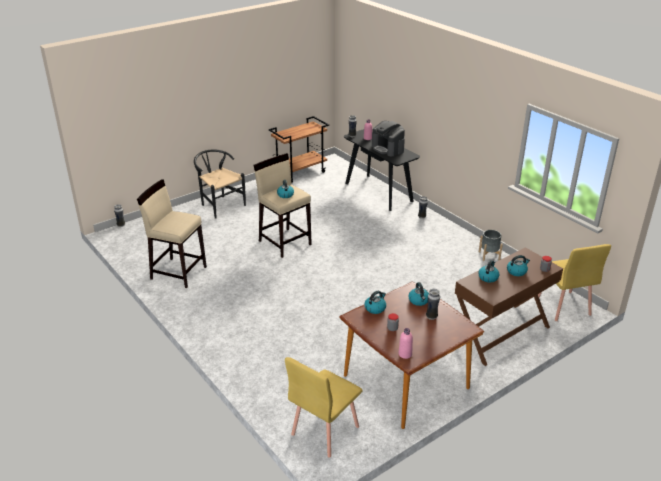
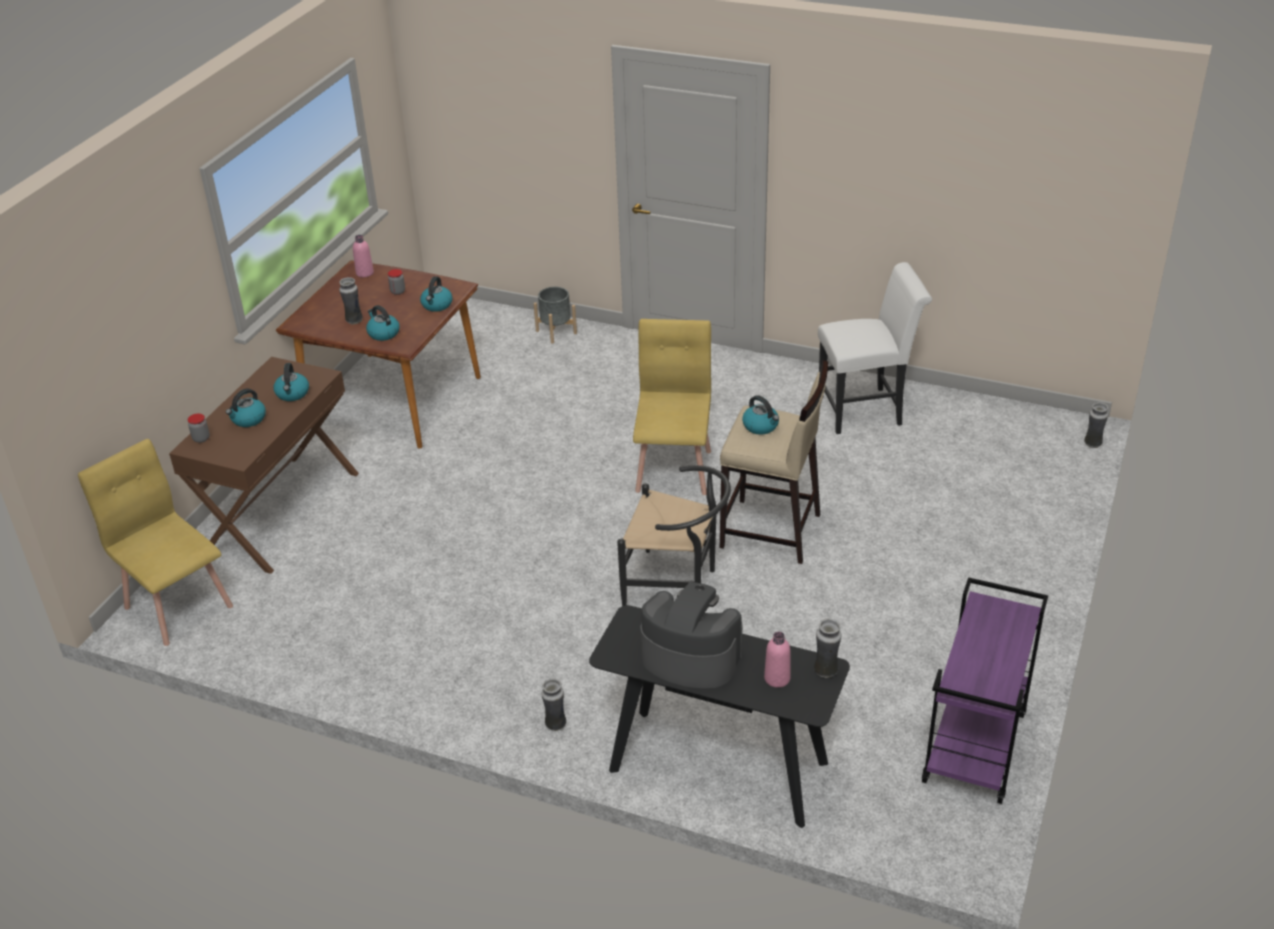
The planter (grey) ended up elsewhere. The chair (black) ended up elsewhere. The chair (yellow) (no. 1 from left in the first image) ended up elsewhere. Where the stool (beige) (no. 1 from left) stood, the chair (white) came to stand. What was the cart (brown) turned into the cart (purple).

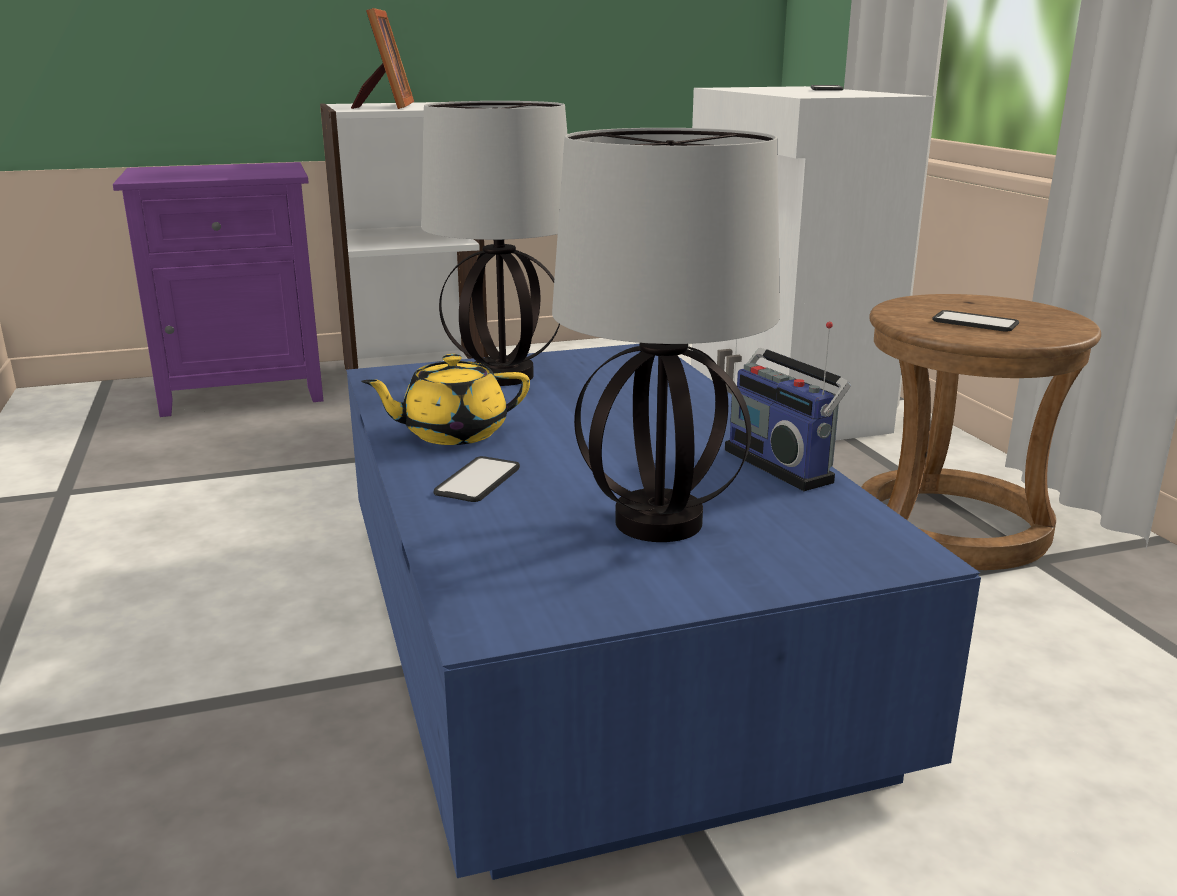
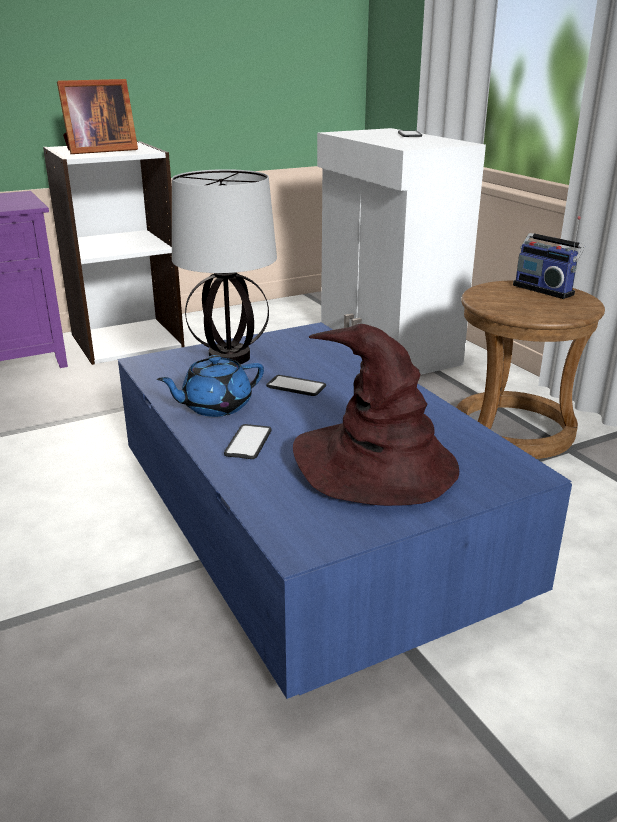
The picture frame ended up facing another way, 75 degrees clockwise from before. What was the teapot (yellow) turned into the teapot (blue). The phone (no. 3 from left in the first image) ended up elsewhere. Where the table lamp (no. 2 from left) stood, the hat (brown) came to stand. The radio ended up elsewhere.

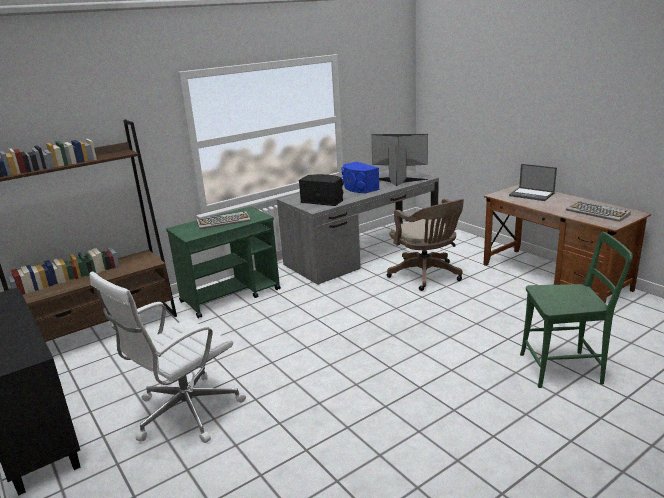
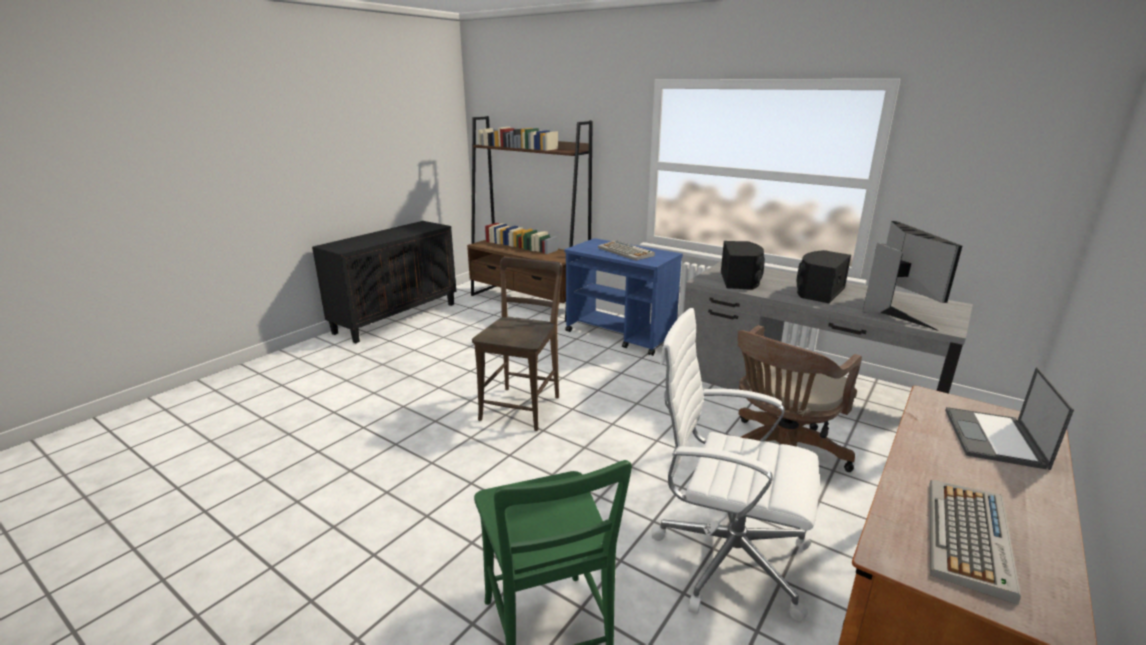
The second view gained the chair (brown). What was the cart (green) turned into the cart (blue). The office chair (white) ended up elsewhere. What was the speaker (blue) turned into the speaker (black) (no. 2 from left).

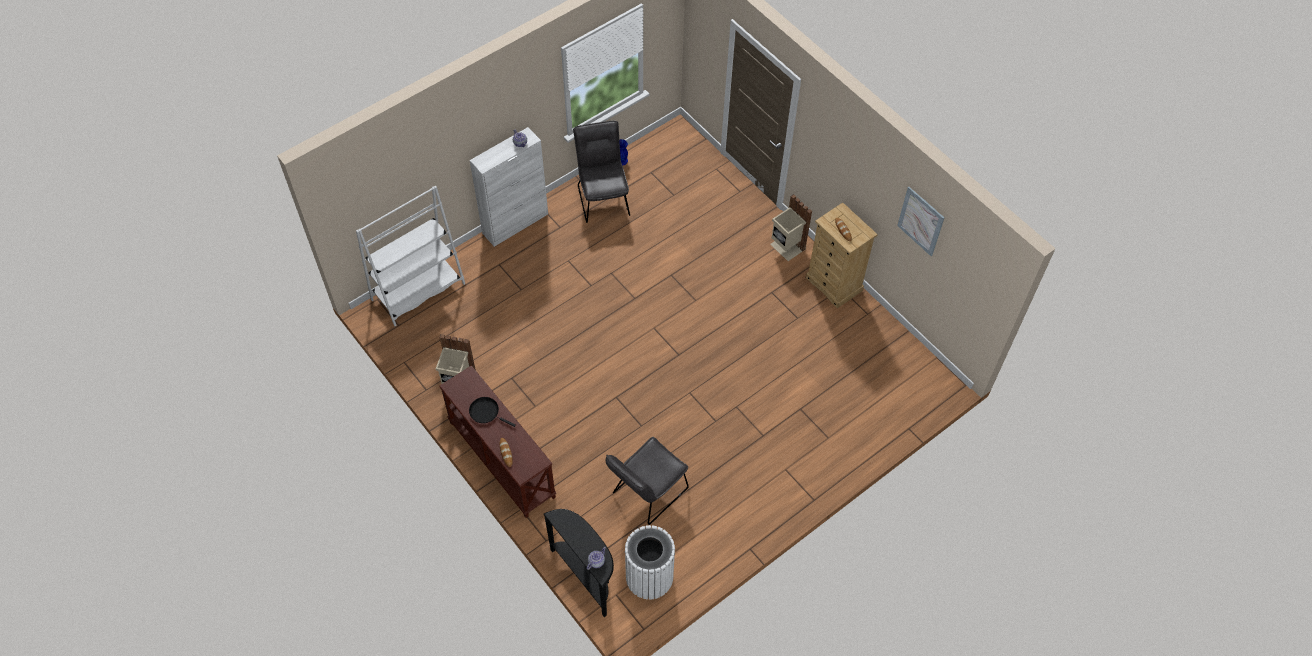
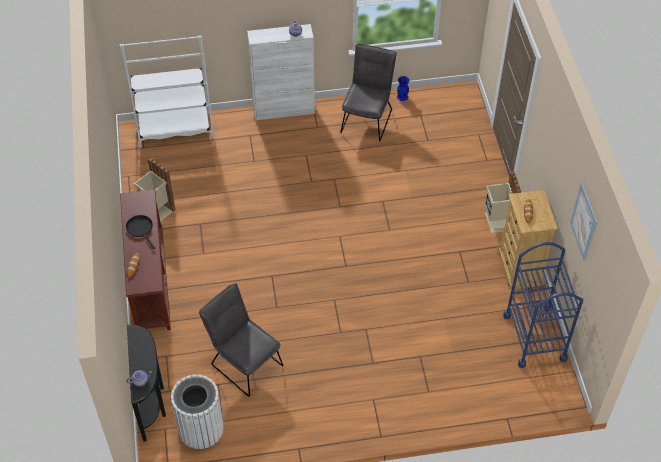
The chair (grey) (no. 2 from left in the first image) ended up facing another way, 60 degrees clockwise from before. The second view gained the cart (blue).

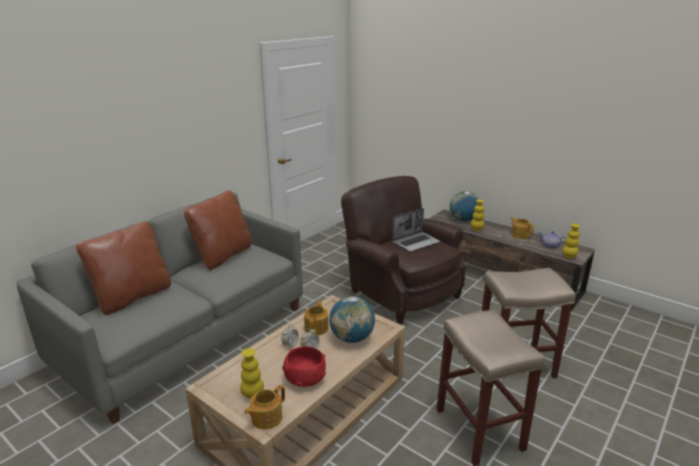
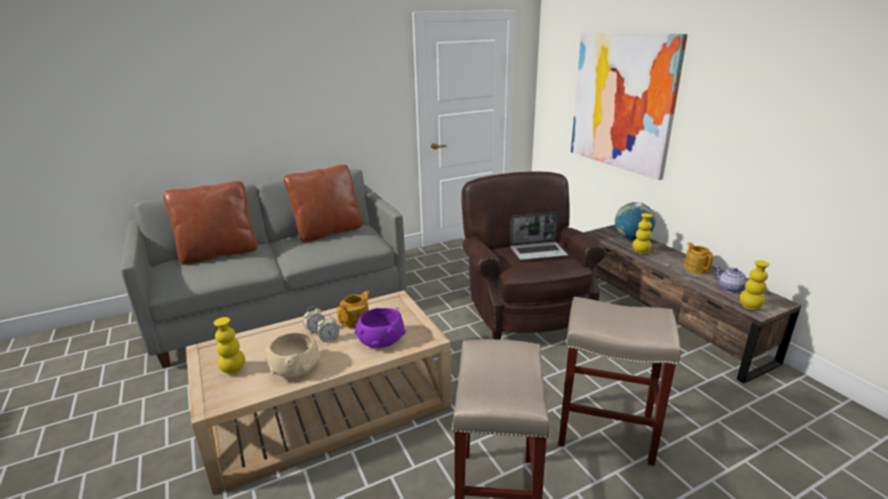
What was the bowl (red) turned into the bowl (beige). Where the globe (no. 1 from left) stood, the bowl (purple) came to stand. The second view gained the picture. The second view lost the teapot (no. 1 from left).

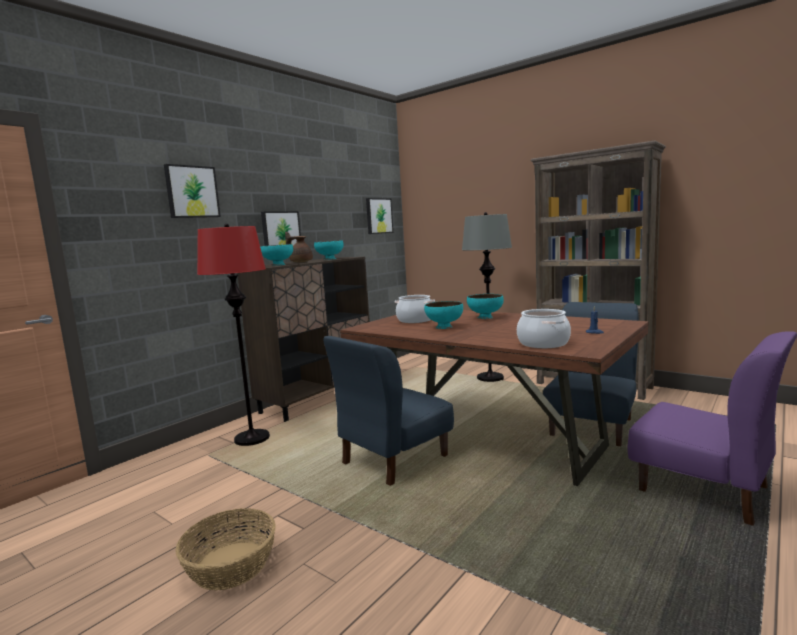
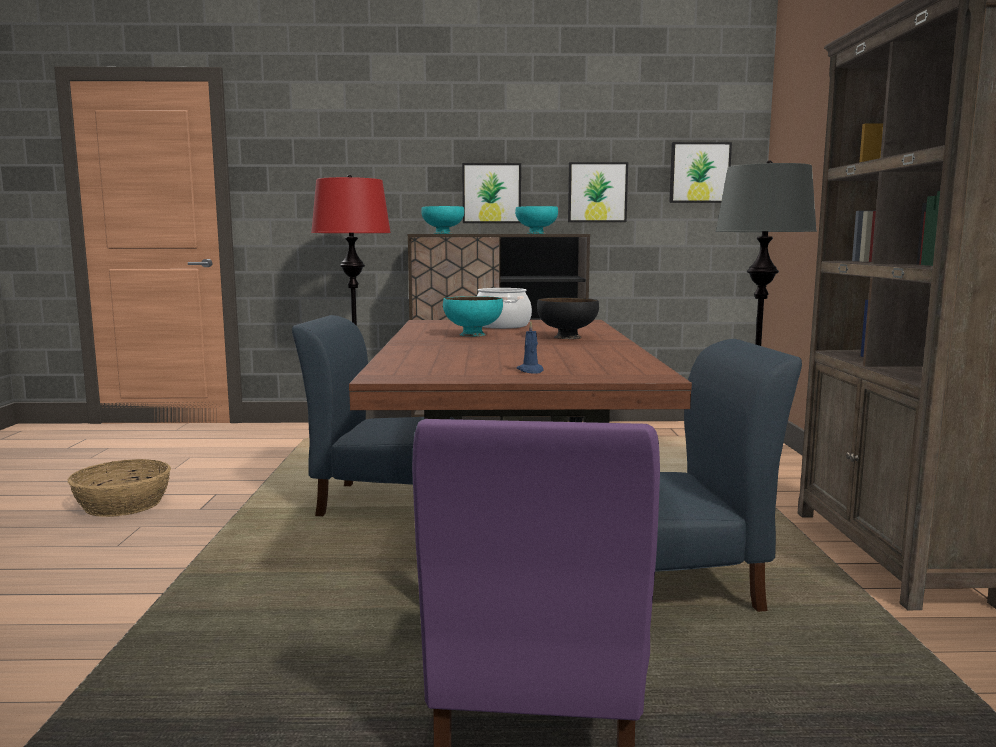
What was the bowl (turquoise) (no. 4 from left) turned into the bowl (black). The picture (no. 1 from left in the first image) ended up elsewhere. The second view lost the teapot (brown). The second view lost the cooking pot (no. 2 from left).

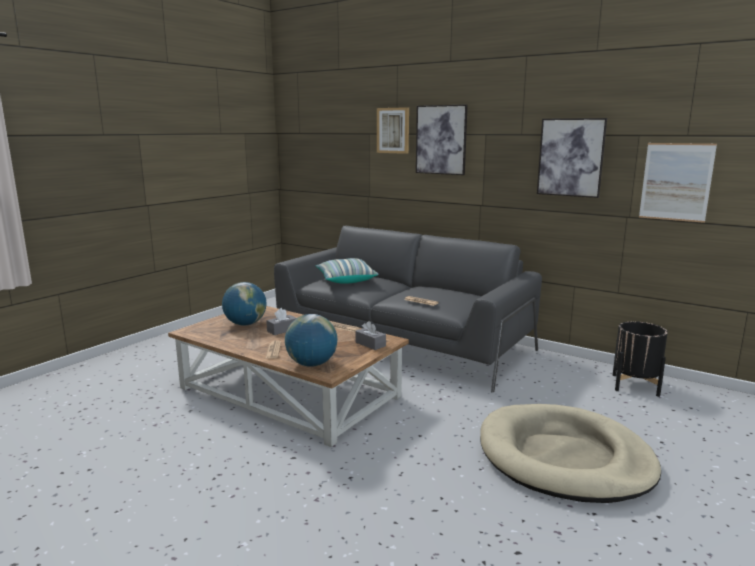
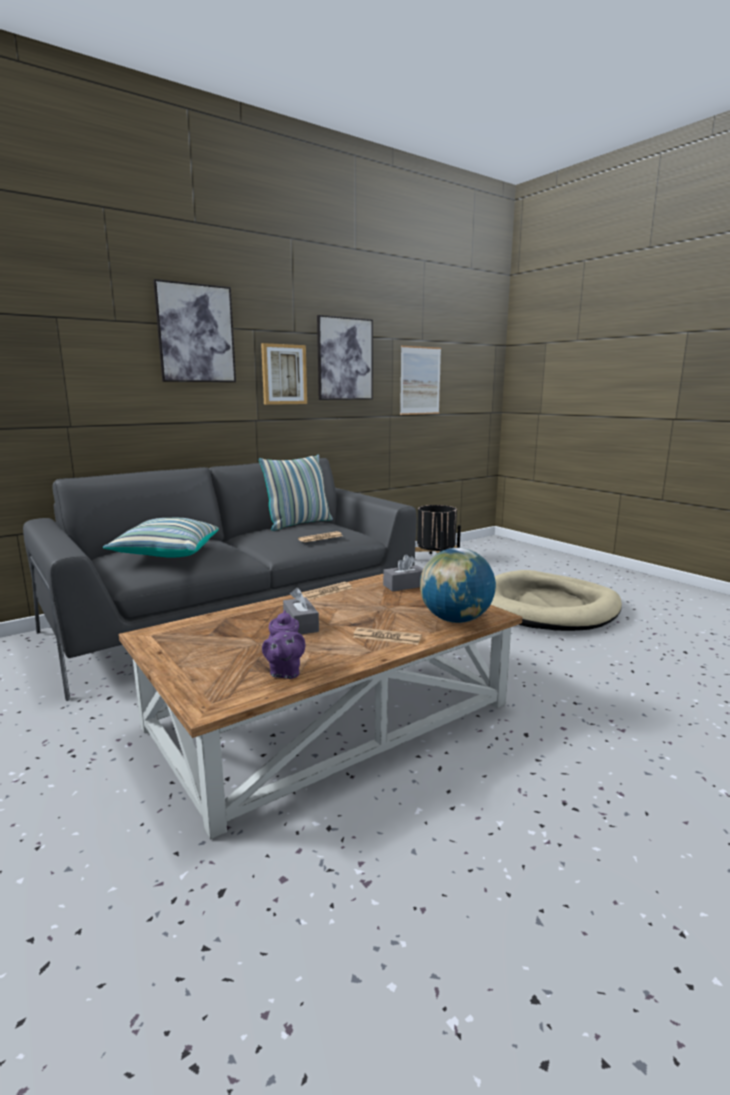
The second view gained the pillow (no. 2 from left). The picture (no. 1 from left in the first image) ended up elsewhere. The second view gained the teapot (purple). The second view lost the globe (no. 1 from left).

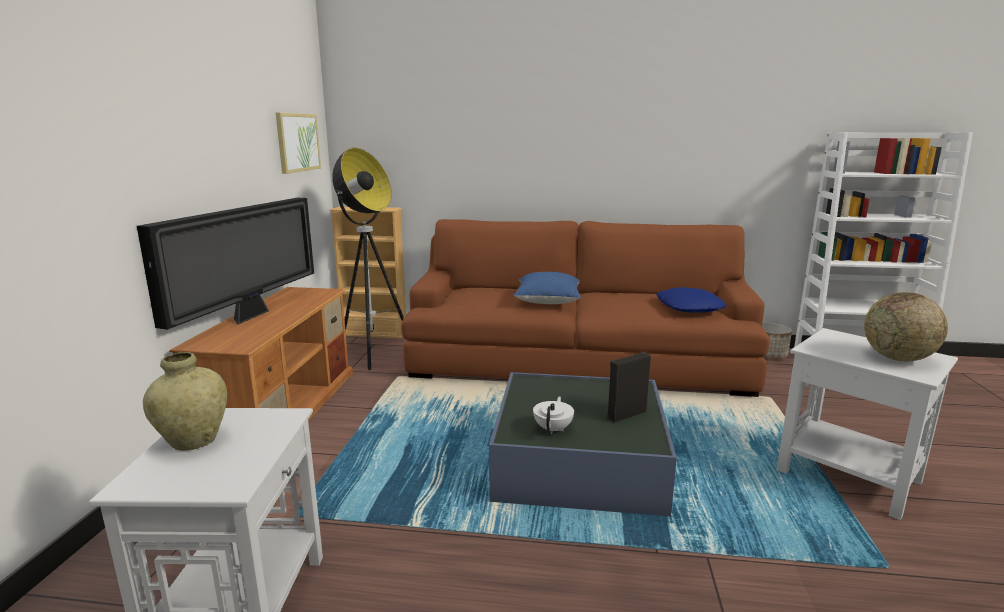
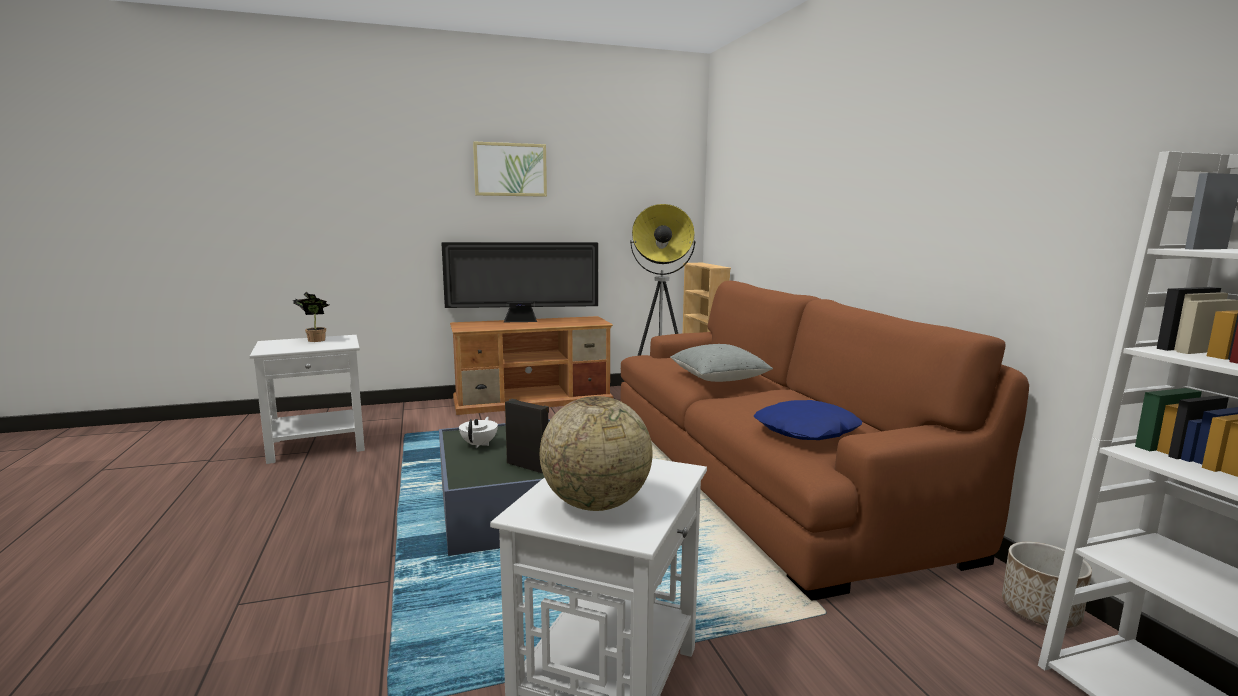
Where the vase (beige) stood, the potted plant came to stand. The teapot (white) ended up facing another way, 75 degrees counterclockwise from before. The picture ended up elsewhere. What was the pillow (blue) (no. 1 from left) turned into the pillow (grey).

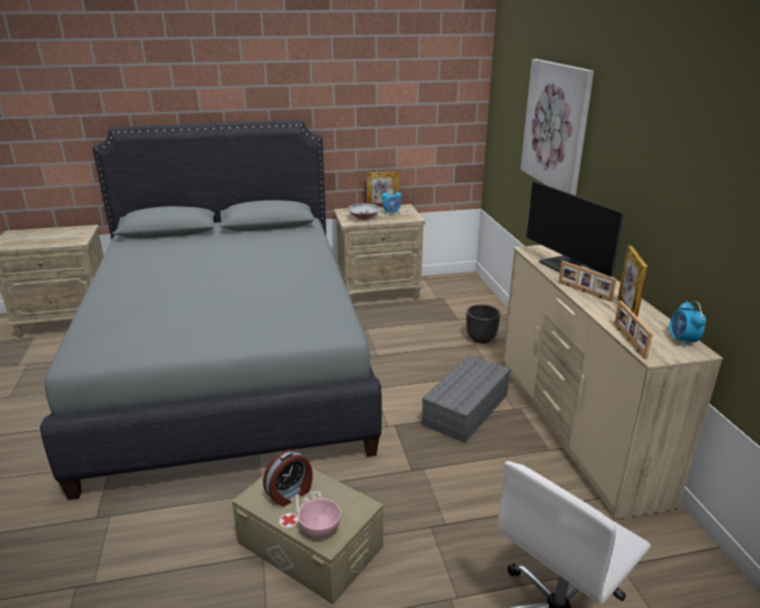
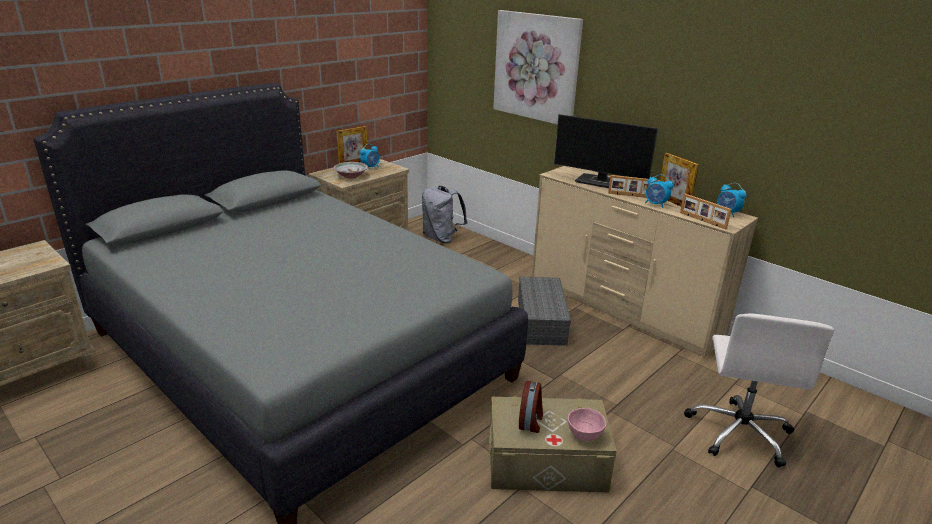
The second view gained the backpack (grey). The second view gained the alarm clock (no. 3 from left). The second view lost the planter (black).

